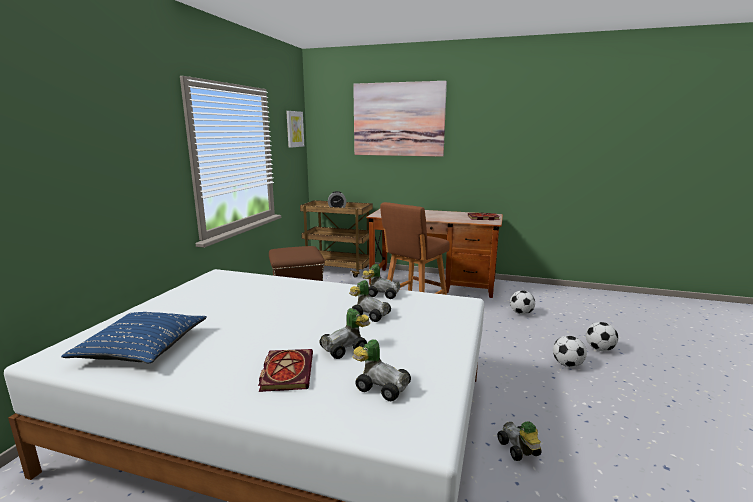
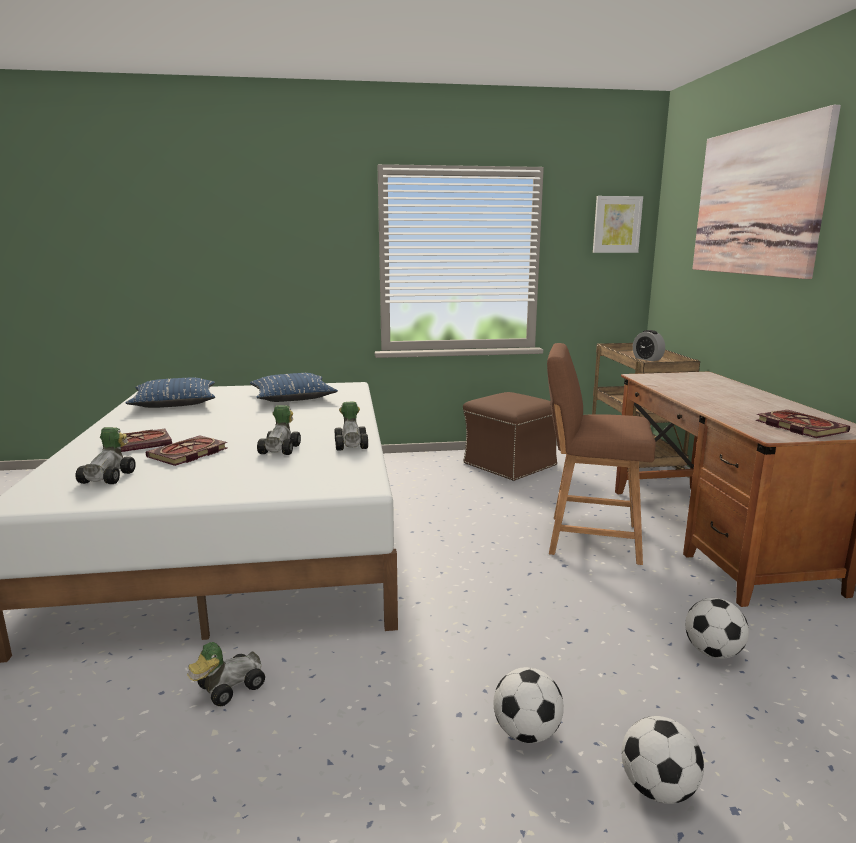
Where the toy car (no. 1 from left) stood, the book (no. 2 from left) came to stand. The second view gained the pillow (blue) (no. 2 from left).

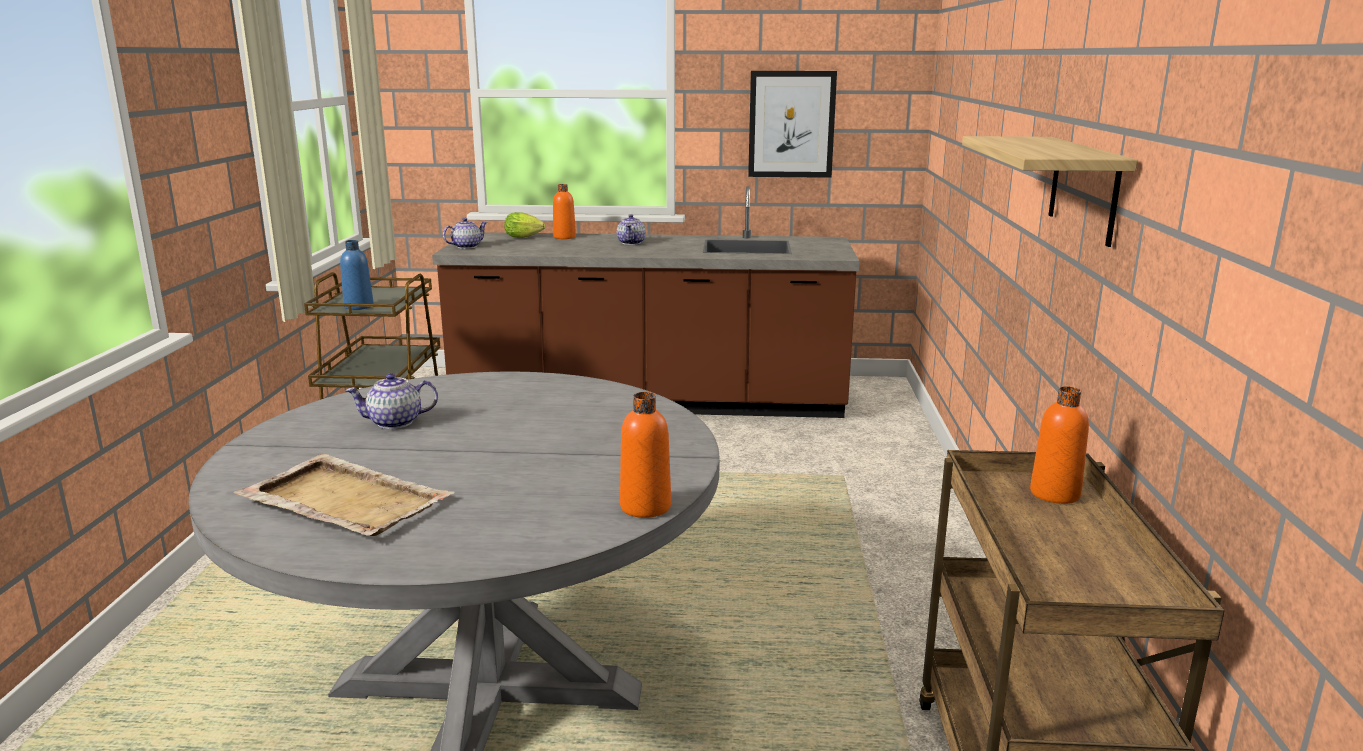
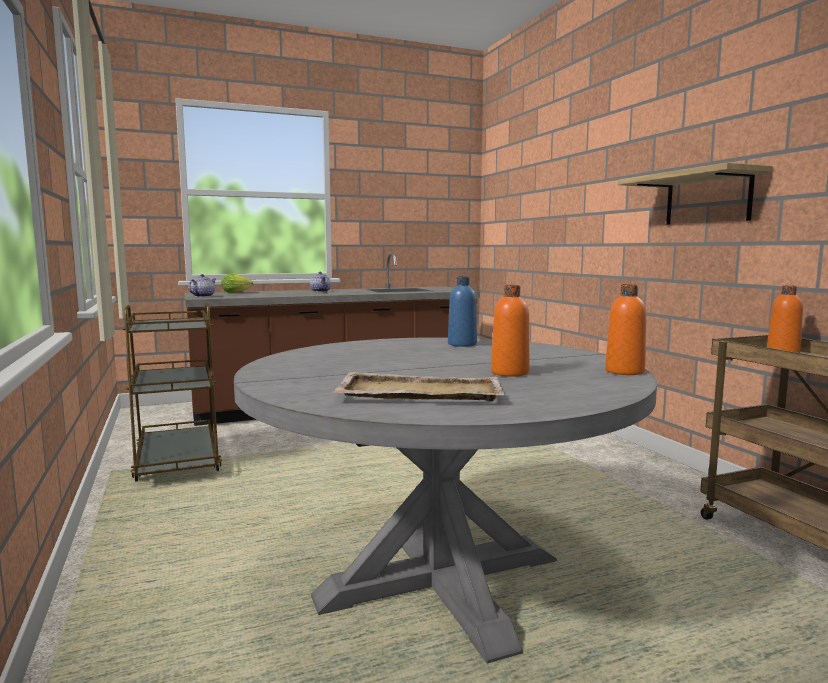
The bottle (blue) ended up elsewhere. The bottle (orange) (no. 1 from left) ended up elsewhere. The second view lost the teapot (no. 1 from left). The second view lost the picture.

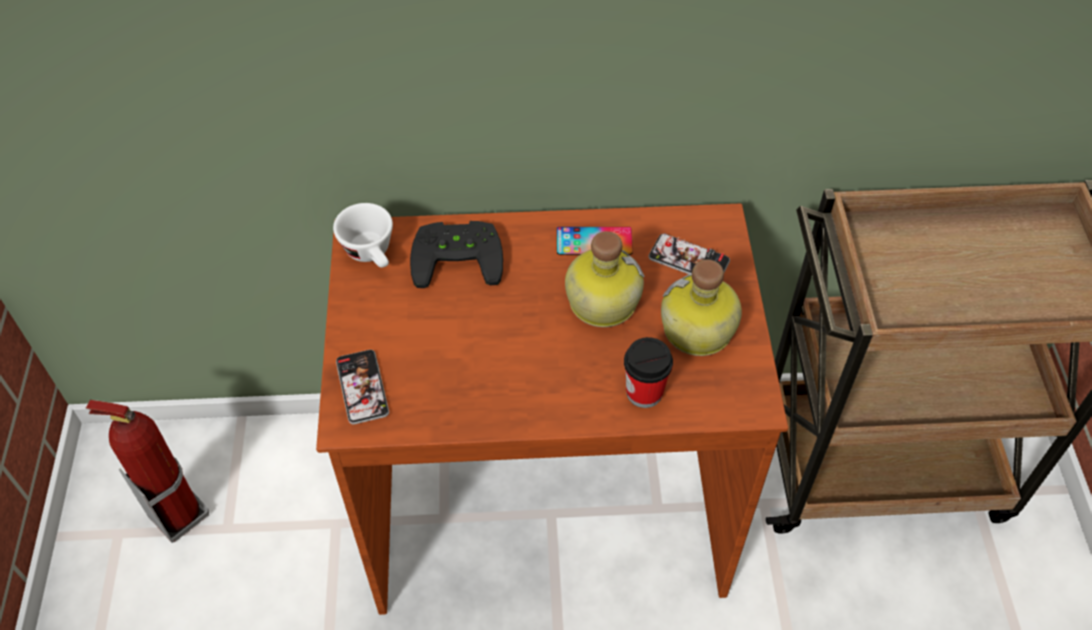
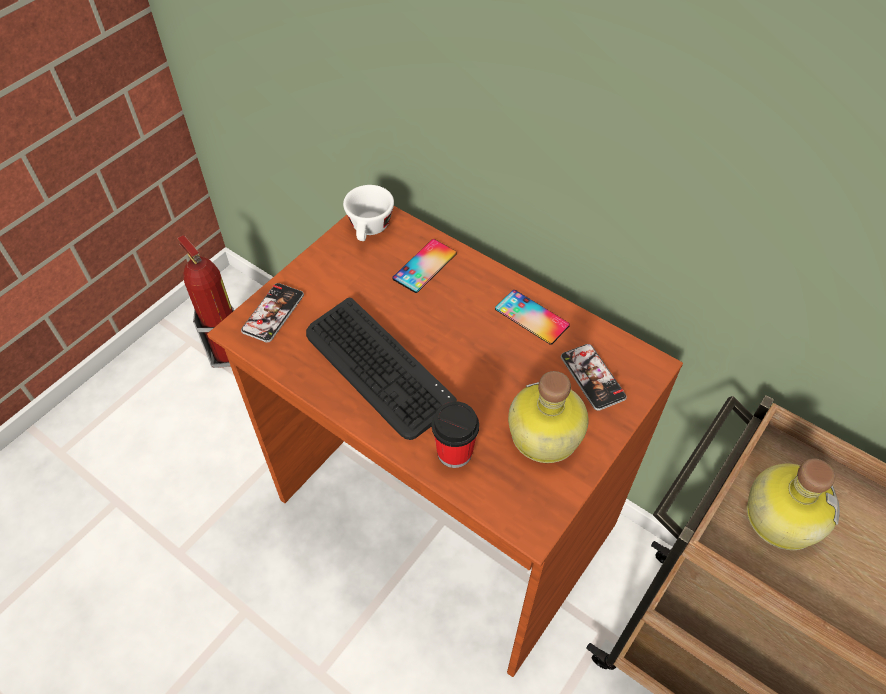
The second view gained the keyboard. Where the game controller (black) stood, the phone (no. 2 from left) came to stand. The bottle (no. 1 from left in the first image) ended up elsewhere.

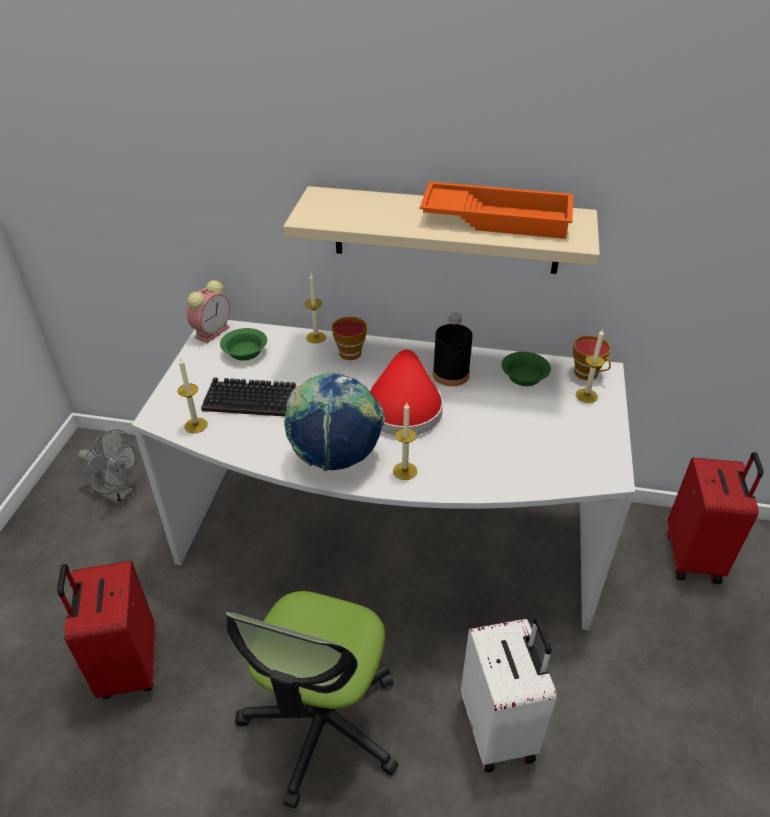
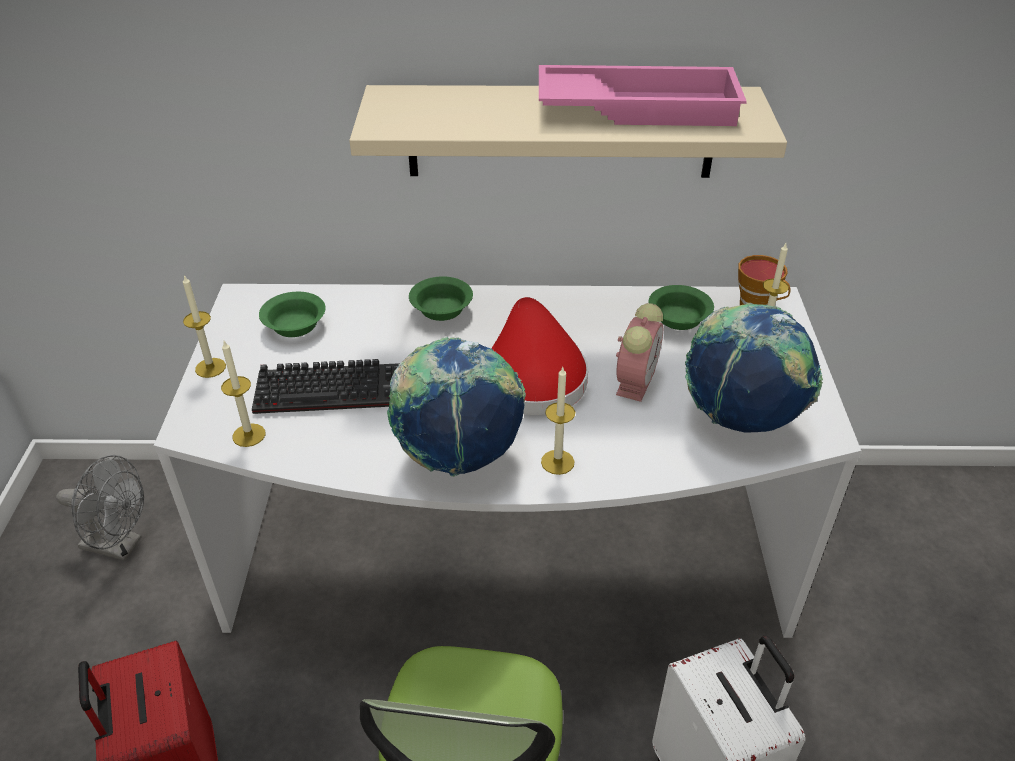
The candle (no. 2 from left in the first image) ended up elsewhere. Where the cup (no. 1 from left) stood, the bowl (green) (no. 2 from left) came to stand. What was the tray (orange) turned into the tray (pink). The alarm clock ended up elsewhere. The second view gained the globe (no. 2 from left). The second view lost the bottle (black). The second view lost the suitcase (red) (no. 2 from left).

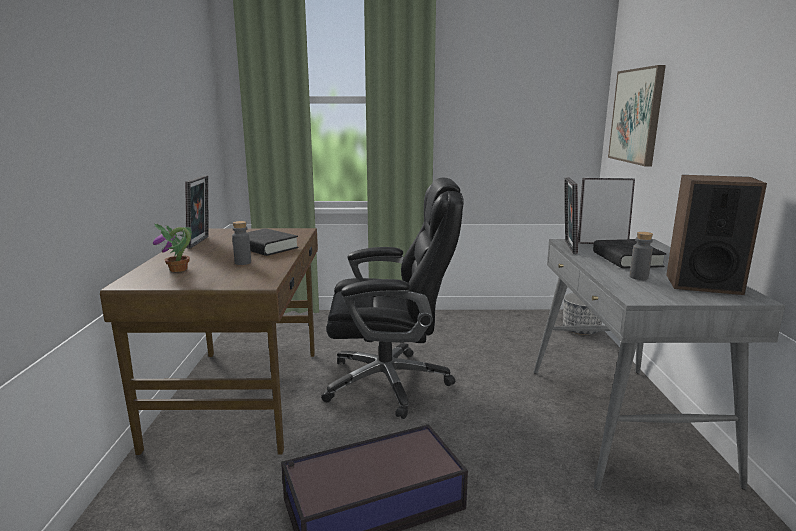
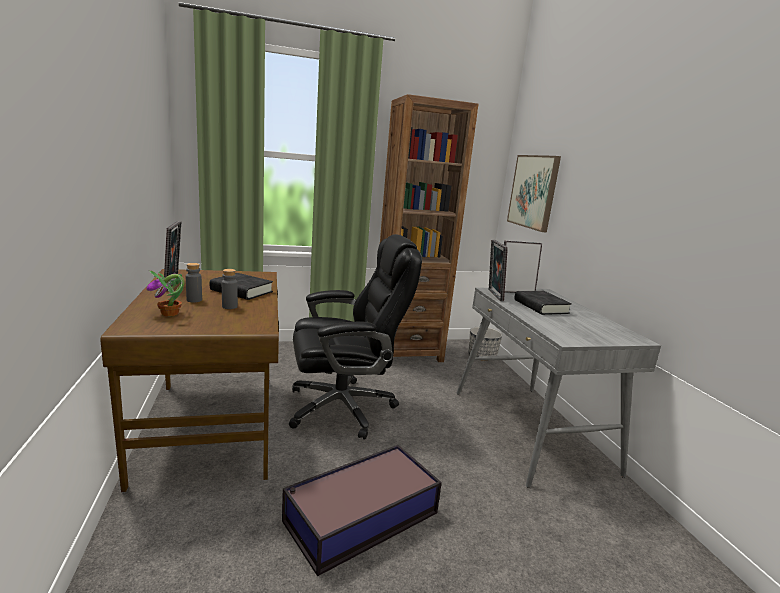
The bottle (grey) (no. 2 from left in the first image) ended up elsewhere. The second view gained the bookcase (brown). The second view lost the speaker.

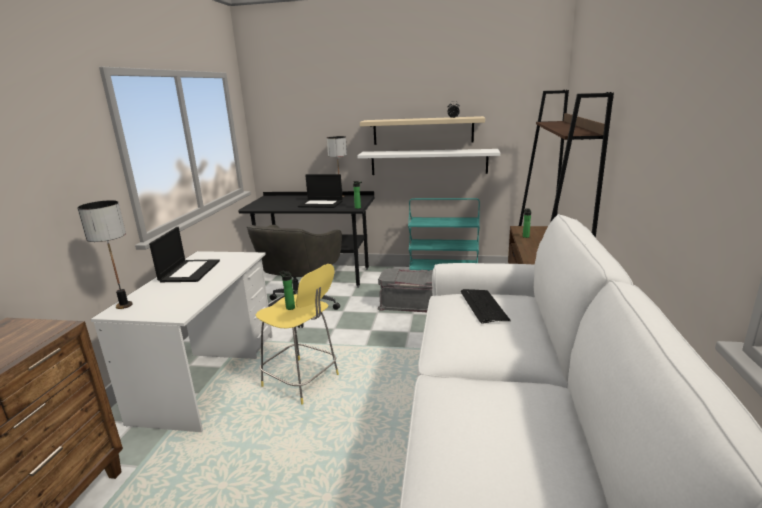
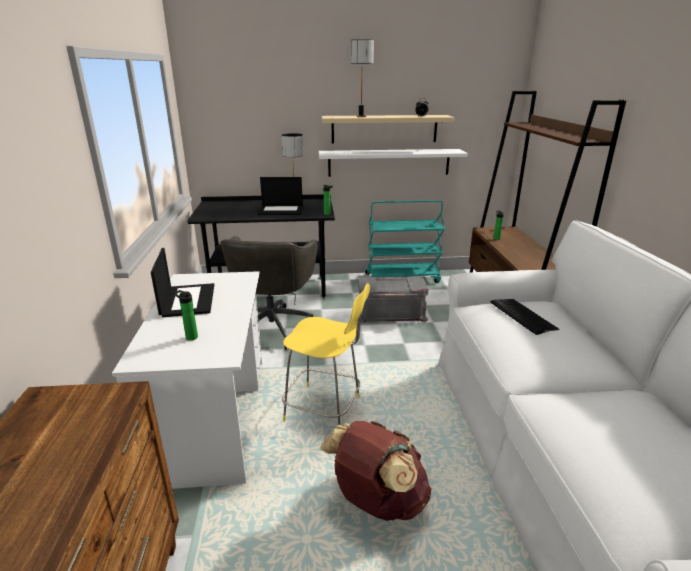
The bottle (no. 1 from left) ended up elsewhere. The second view gained the backpack (brown). The table lamp (no. 1 from left in the first image) ended up elsewhere.

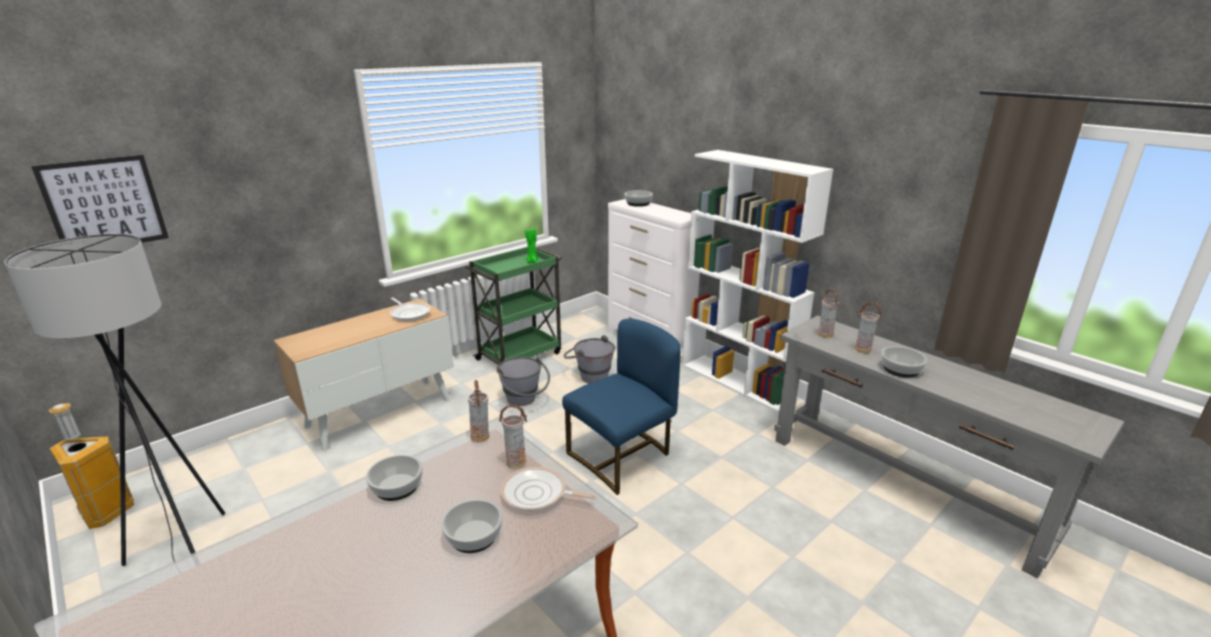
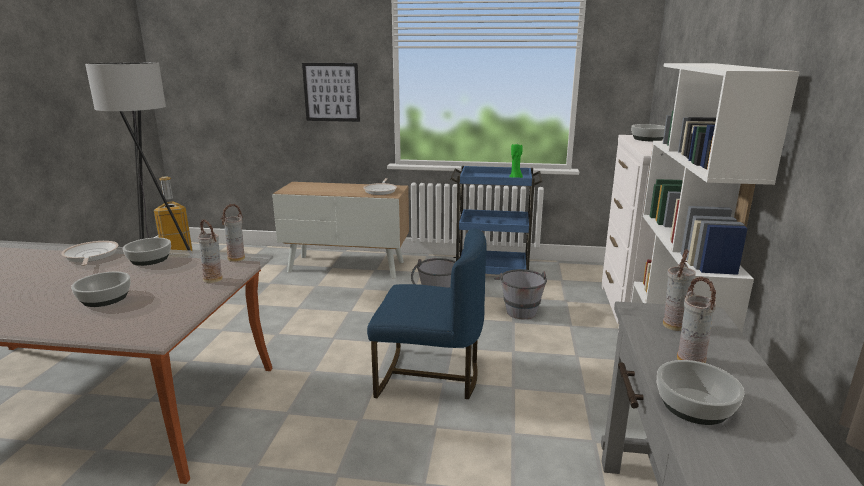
The frying pan (no. 2 from left in the first image) ended up elsewhere. The picture ended up elsewhere. What was the cart (green) turned into the cart (blue).

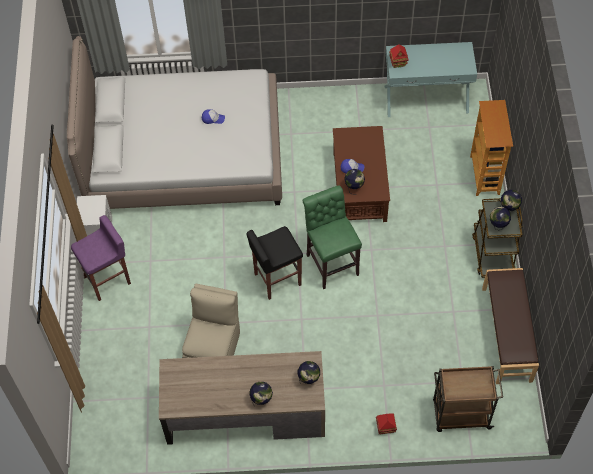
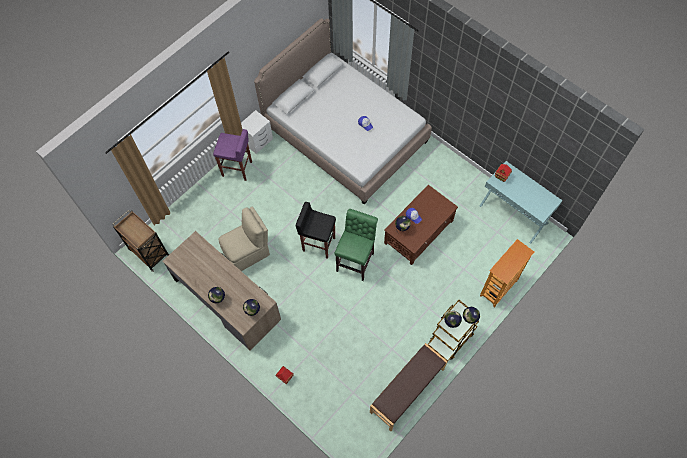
The cart (brown) (no. 1 from left) ended up elsewhere.

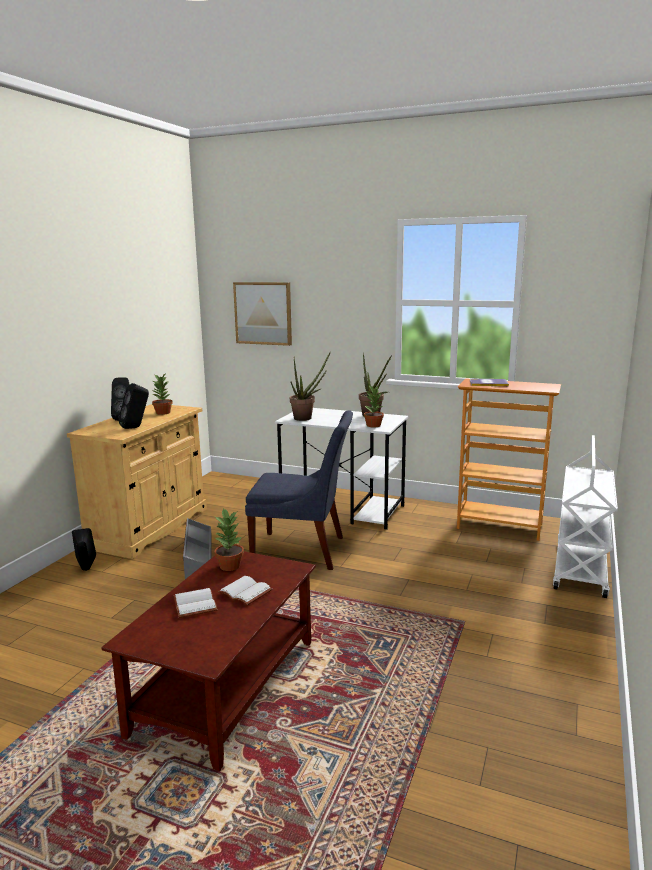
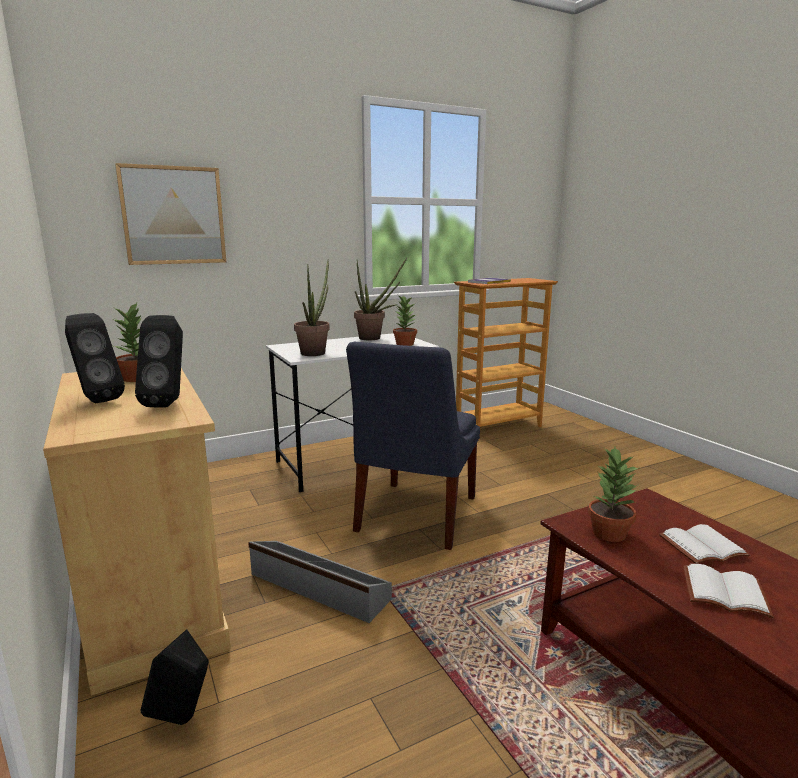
The chair (blue) ended up facing another way, 150 degrees clockwise from before. The second view lost the cart (white).

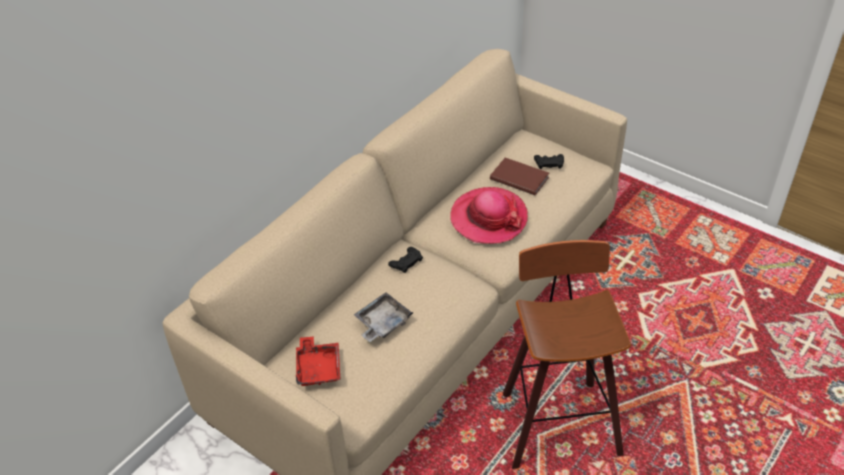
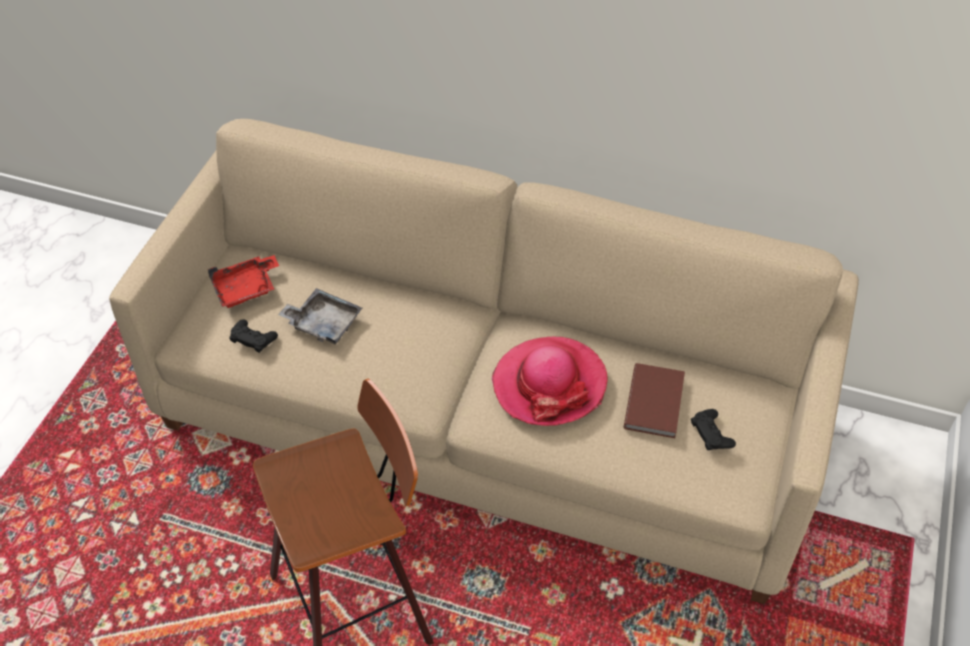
The game controller (black) (no. 1 from left) ended up elsewhere.

